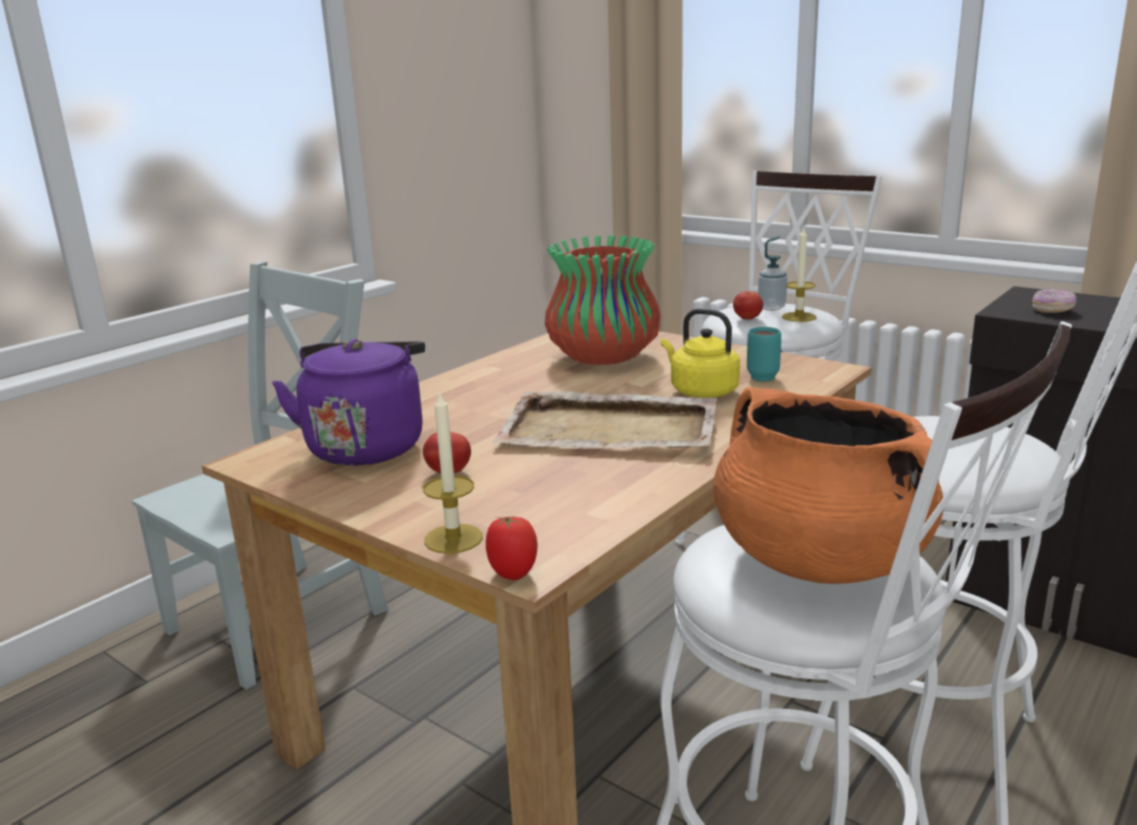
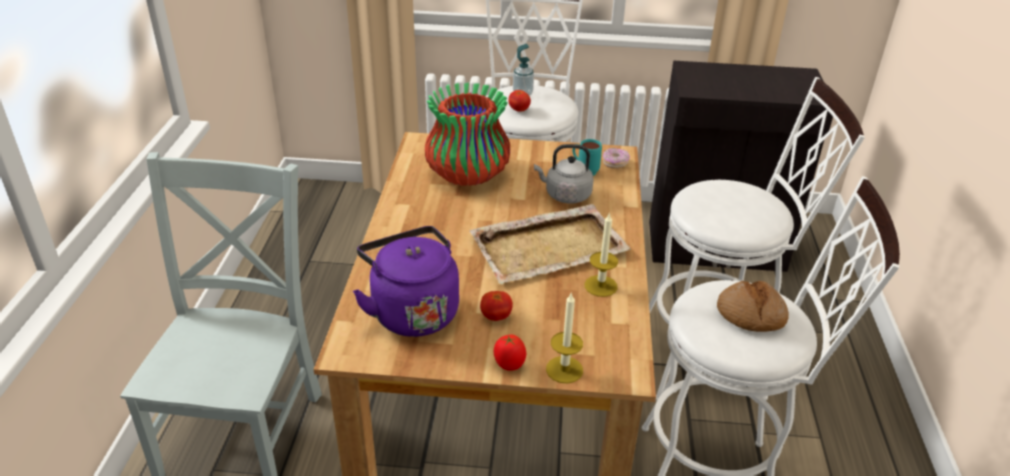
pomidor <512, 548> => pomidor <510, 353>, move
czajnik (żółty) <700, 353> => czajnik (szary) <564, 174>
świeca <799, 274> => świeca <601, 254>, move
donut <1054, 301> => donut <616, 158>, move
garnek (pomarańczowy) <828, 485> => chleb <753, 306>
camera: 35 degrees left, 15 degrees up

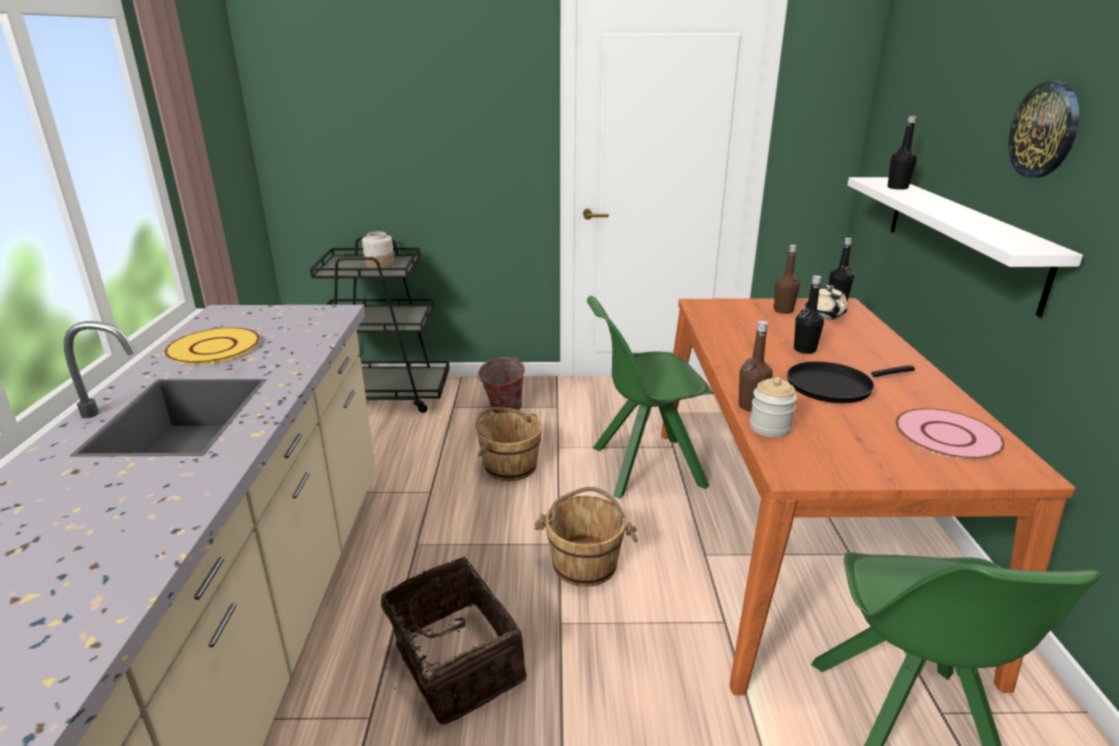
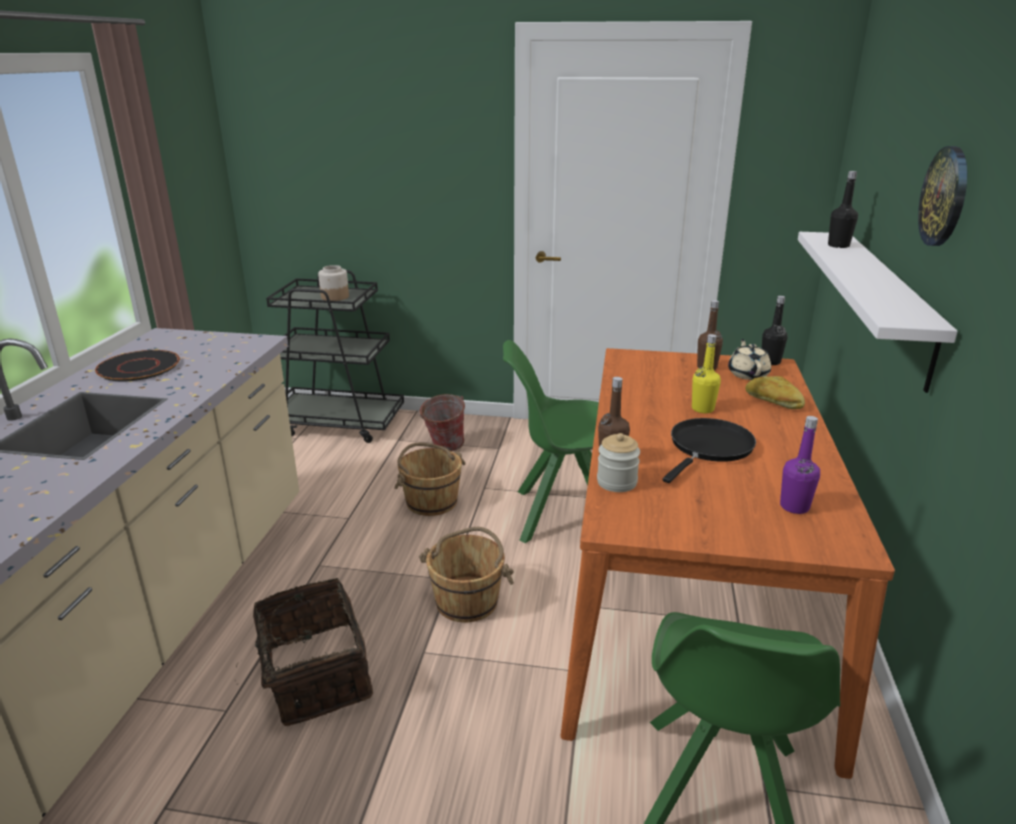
talerz (żółty) <212, 346> => talerz (czarny) <137, 365>
patelnia (czarny) <851, 382> => patelnia (czarny) <709, 450>, 135 degrees clockwise
butelka (czarny) <809, 314> => butelka (żółty) <706, 373>
nothing => chleb <775, 392>
talerz (różowy) <950, 434> => butelka (fioletowy) <800, 465>
camera: 10 degrees right, 0 degrees up

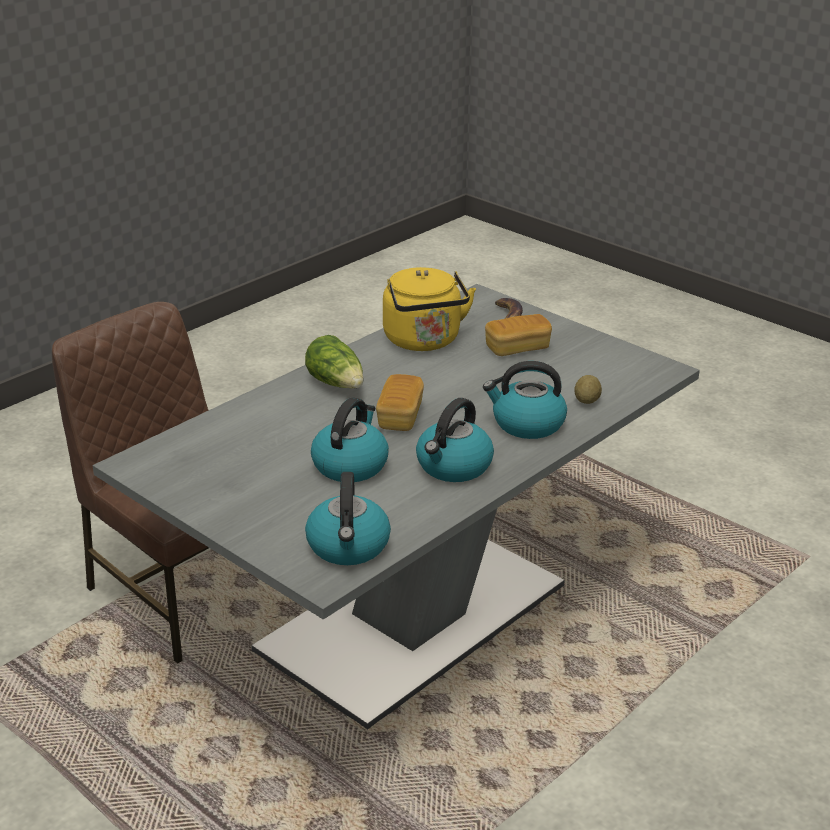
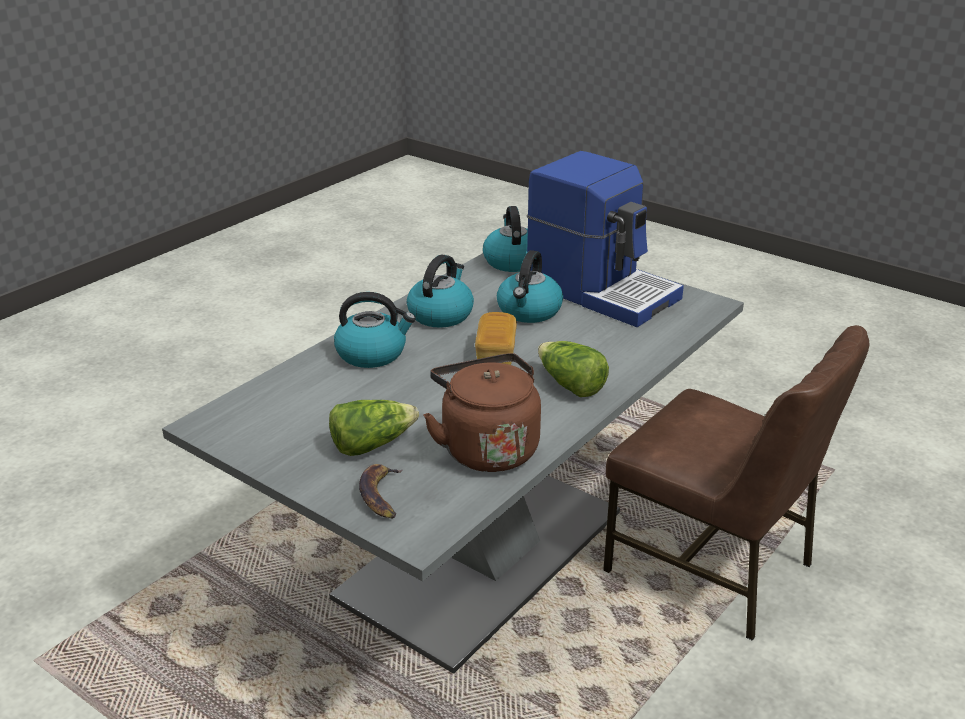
chleb <518, 335> => sałata <374, 428>
czajnik (żółty) <429, 309> => czajnik (brązowy) <482, 412>
nothing => ekspres do kawy <605, 239>
ziemniak <588, 389> => nothing
camera: 175 degrees right, 0 degrees up

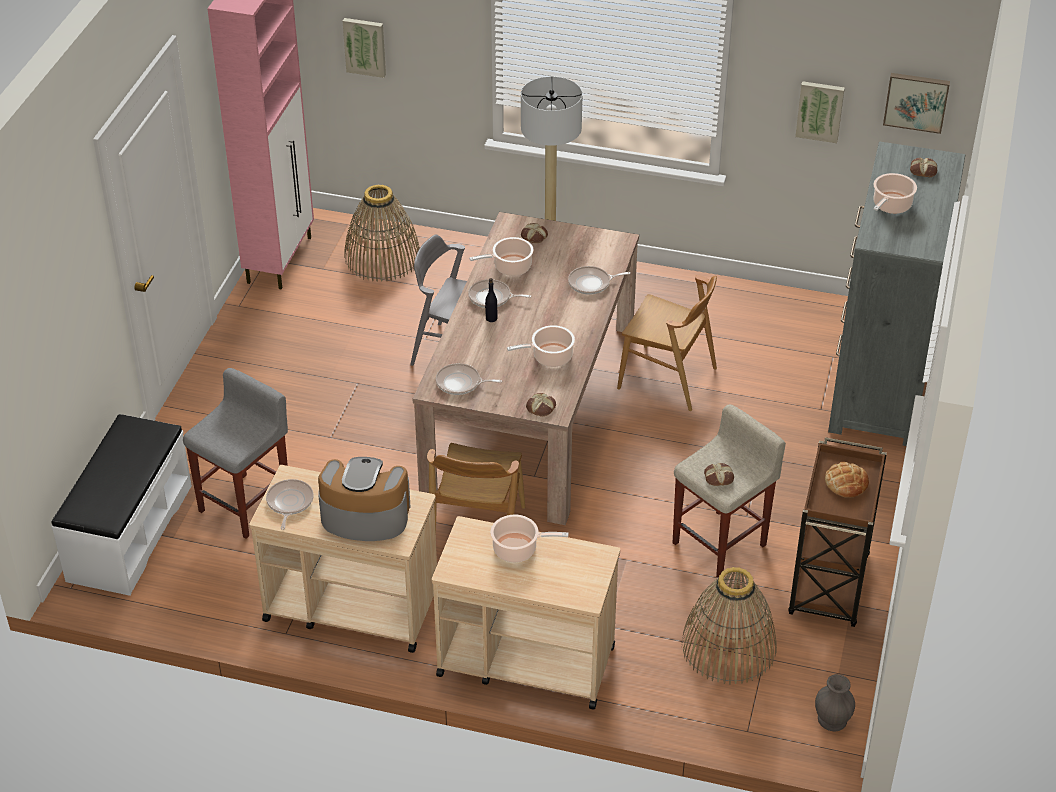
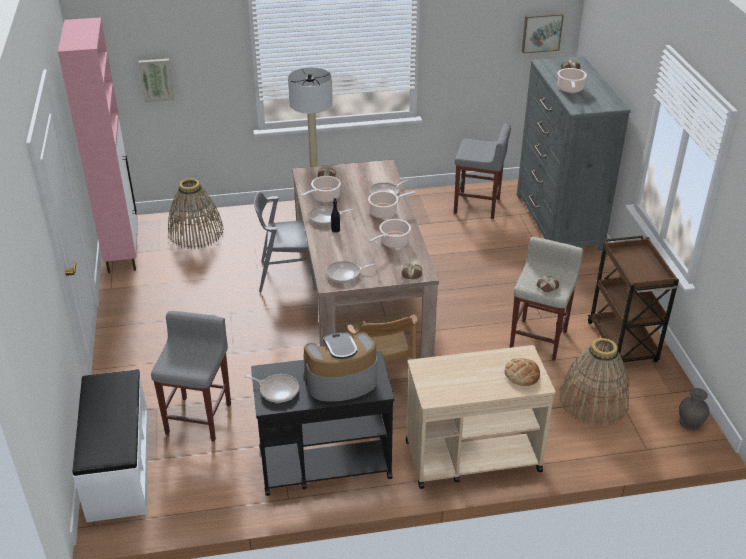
patelnia <290, 504> => patelnia <271, 388>, 135 degrees clockwise
wózek (beżowy) <343, 559> => wózek (czarny) <322, 423>
garnek <530, 538> => garnek <392, 205>, move
nothing => stołek (szary) <482, 171>
chleb <847, 480> => chleb <522, 372>, move
krzesło (brązowy) <667, 343> => nothing
obraz <820, 112> => nothing
camera: 25 degrees left, 5 degrees down

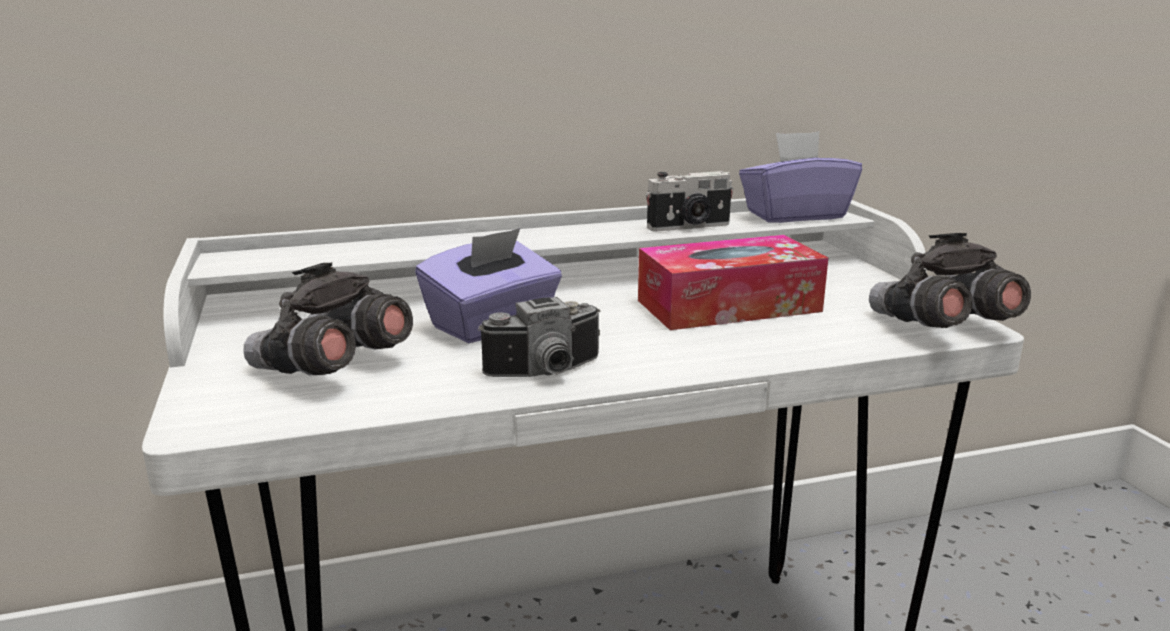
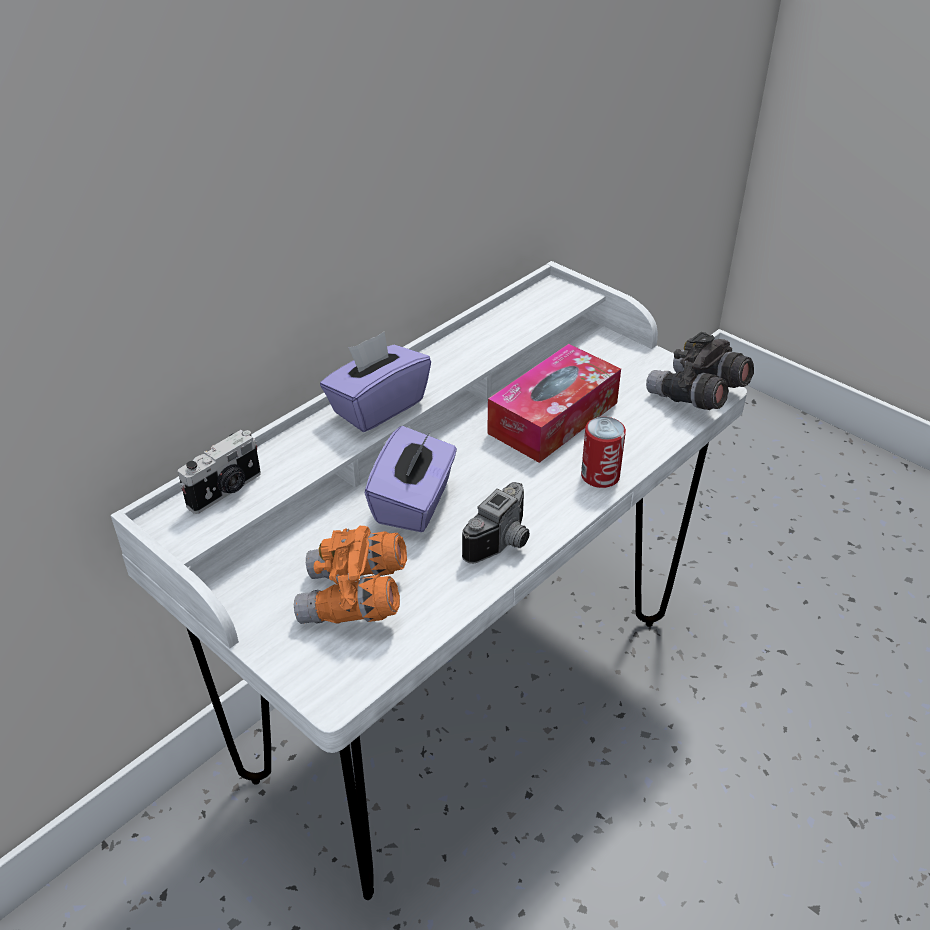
aparat fotograficzny <689, 201> => aparat fotograficzny <219, 472>, move
lornetka (szary) <328, 318> => lornetka (pomarańczowy) <350, 574>
pudełko chusteczek (fioletowy) <800, 177> => pudełko chusteczek (fioletowy) <375, 382>, move
nothing => puszka <603, 452>
camera: 30 degrees left, 20 degrees up

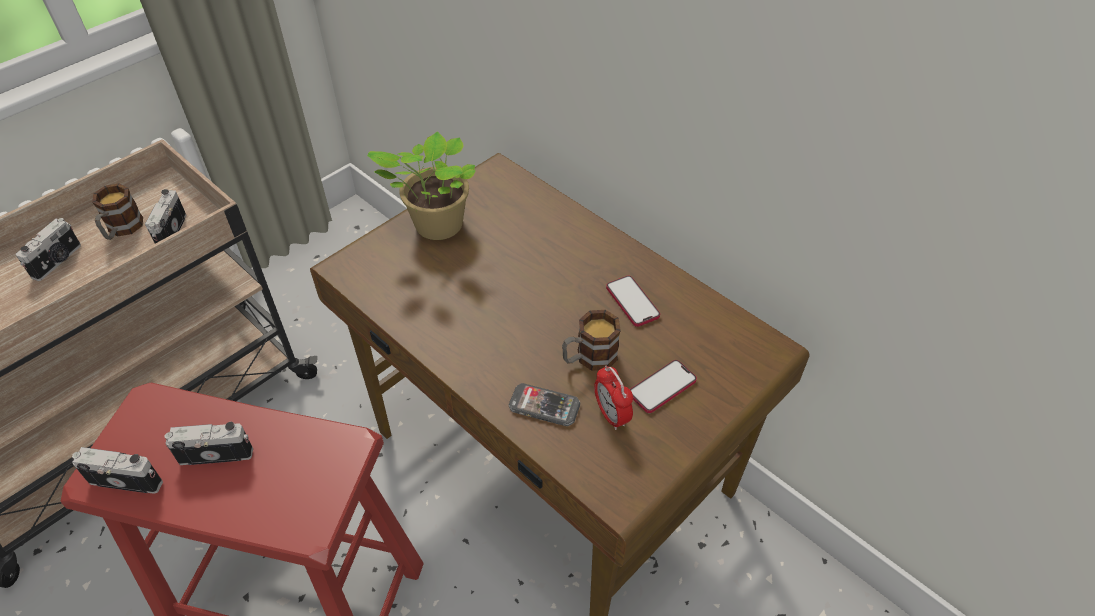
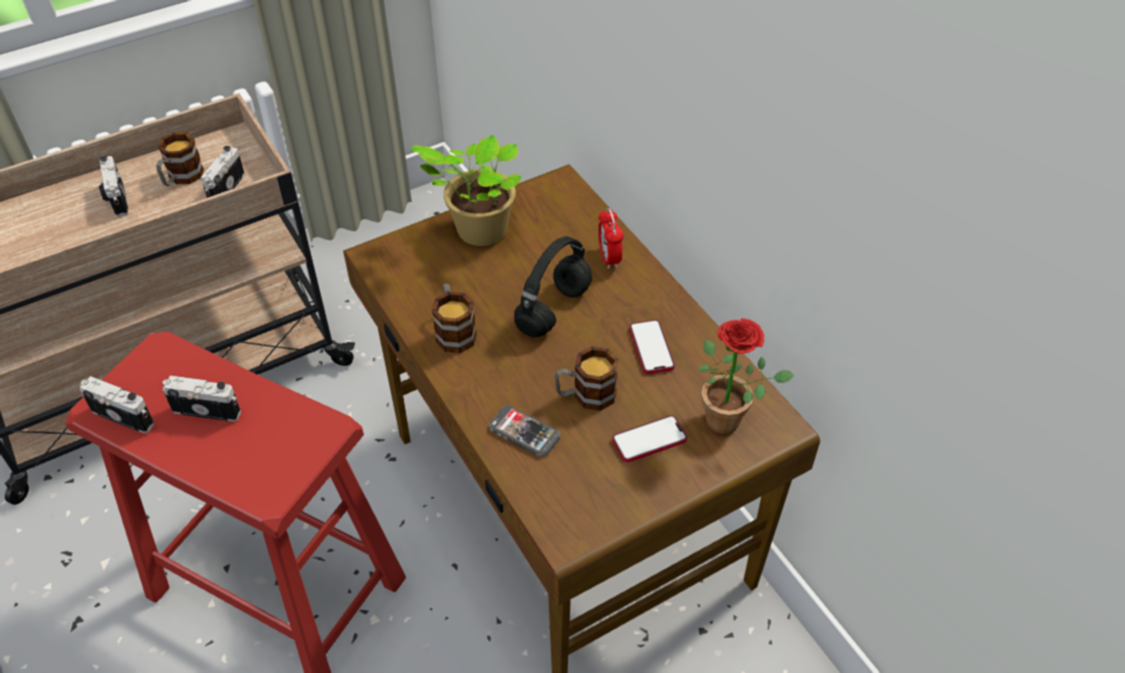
aparat fotograficzny <48, 249> => aparat fotograficzny <113, 186>, 120 degrees clockwise
nothing => kubek <454, 318>
nothing => słuchawki (czarny) <553, 286>
budzik <613, 397> => budzik <610, 238>, move
nothing => roślina doniczkowa <747, 376>
camera: 15 degrees right, 0 degrees up

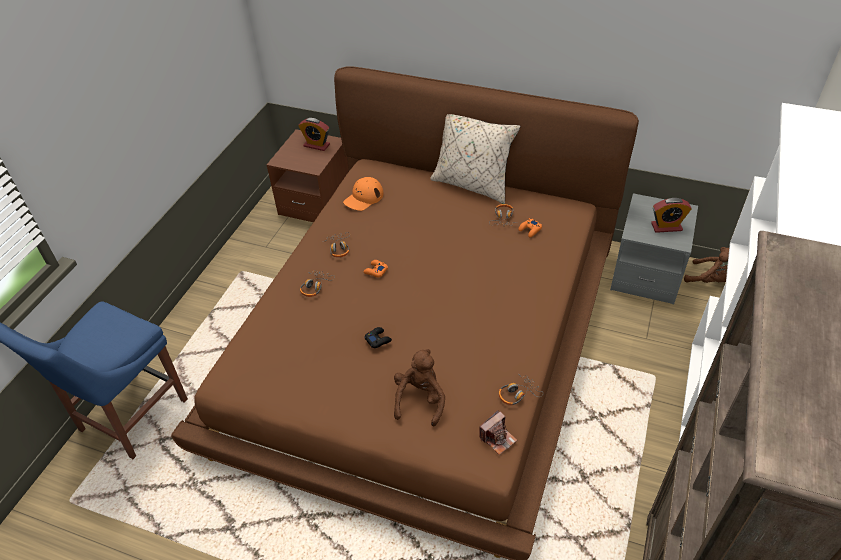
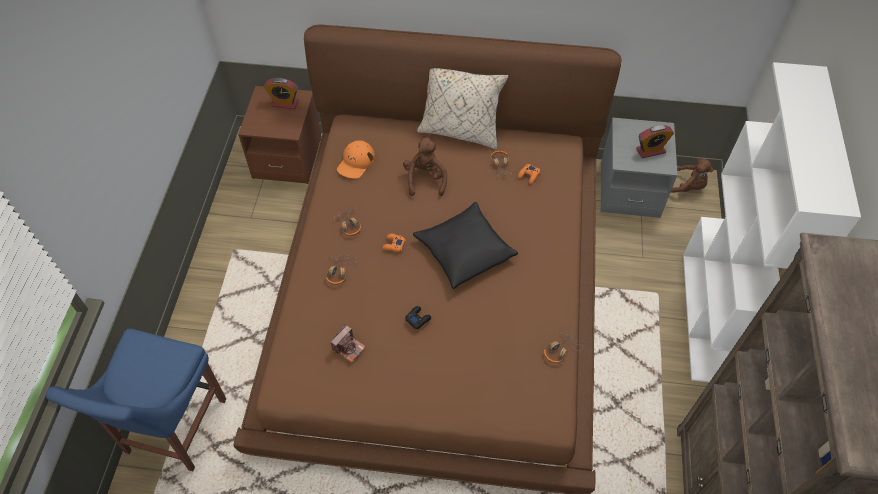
aparat fotograficzny <498, 432> => aparat fotograficzny <348, 343>, move
pluszak (brązowy) <419, 387> => pluszak (brązowy) <425, 166>, move
nothing => poduszka (czarny) <465, 245>
camera: 15 degrees left, 10 degrees up

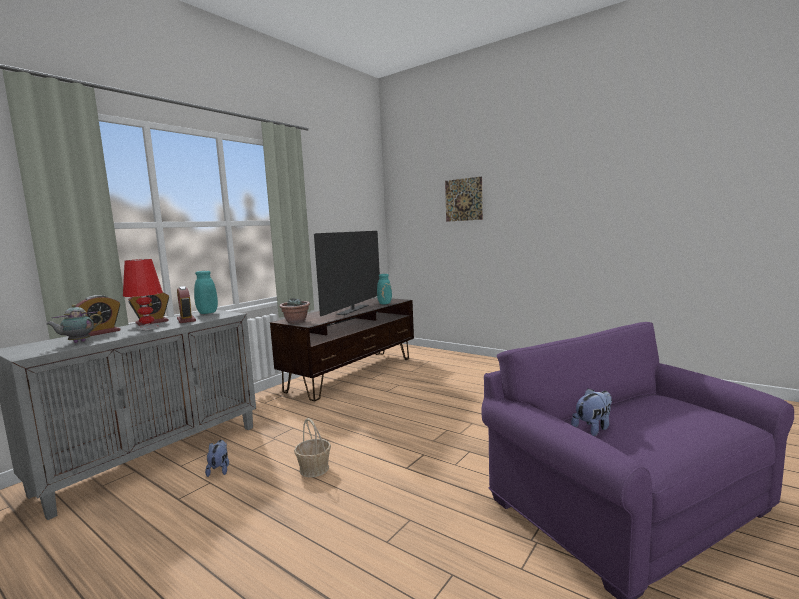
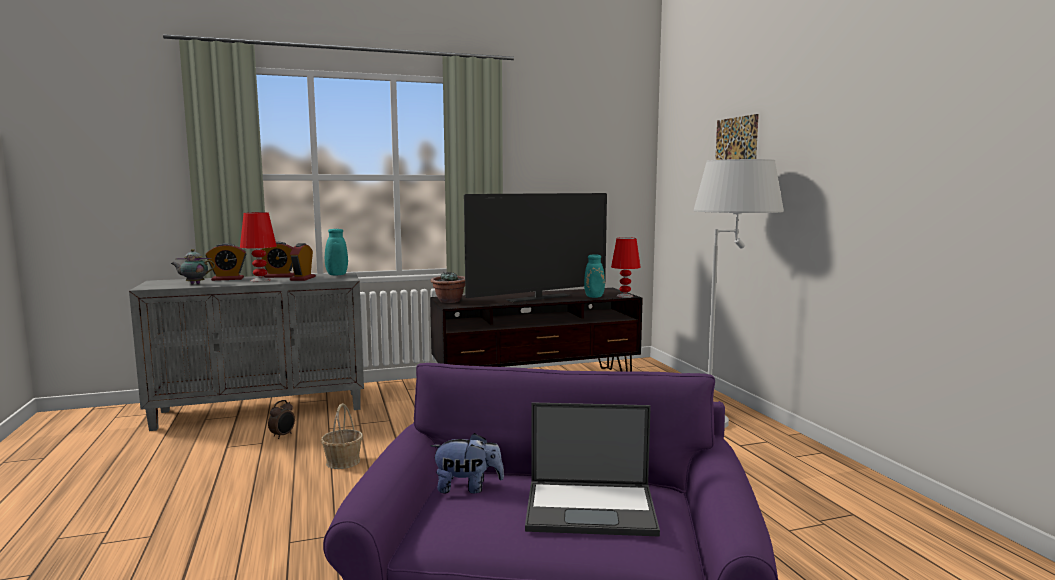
pluszak <217, 458> => budzik <281, 419>
nothing => laptop <592, 469>
nothing => lampa stołowa (czerwony) <626, 267>
nothing => lampa stojąca (biały) <739, 293>
camera: 35 degrees right, 0 degrees up

